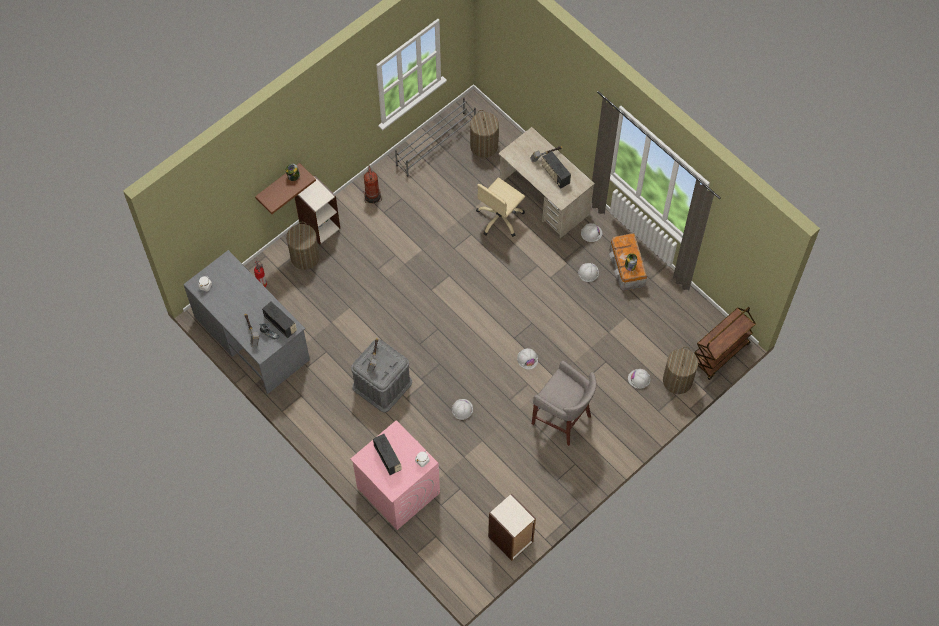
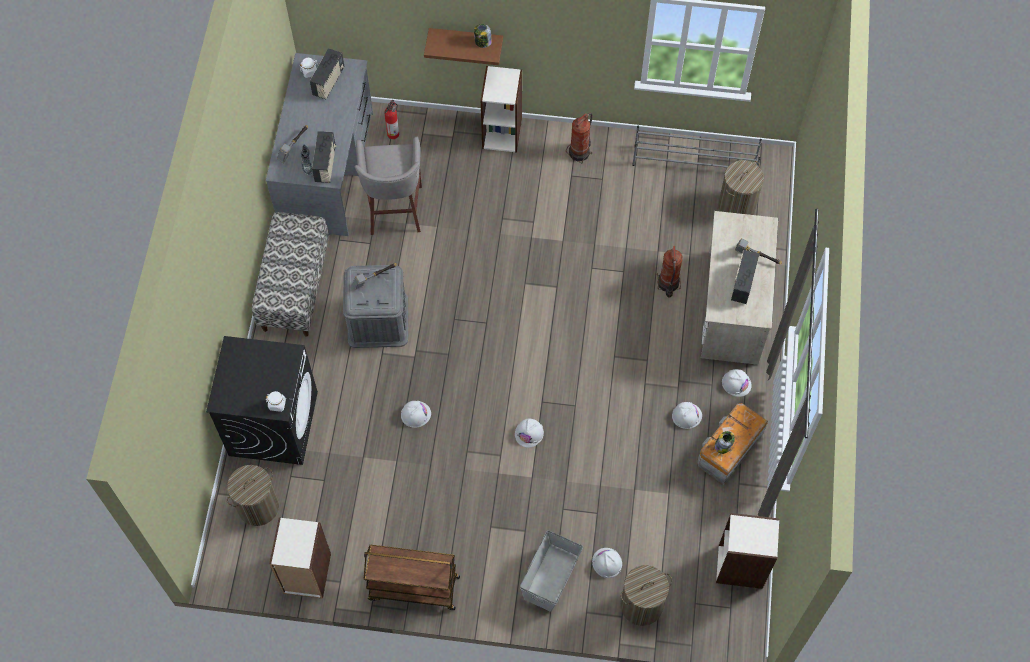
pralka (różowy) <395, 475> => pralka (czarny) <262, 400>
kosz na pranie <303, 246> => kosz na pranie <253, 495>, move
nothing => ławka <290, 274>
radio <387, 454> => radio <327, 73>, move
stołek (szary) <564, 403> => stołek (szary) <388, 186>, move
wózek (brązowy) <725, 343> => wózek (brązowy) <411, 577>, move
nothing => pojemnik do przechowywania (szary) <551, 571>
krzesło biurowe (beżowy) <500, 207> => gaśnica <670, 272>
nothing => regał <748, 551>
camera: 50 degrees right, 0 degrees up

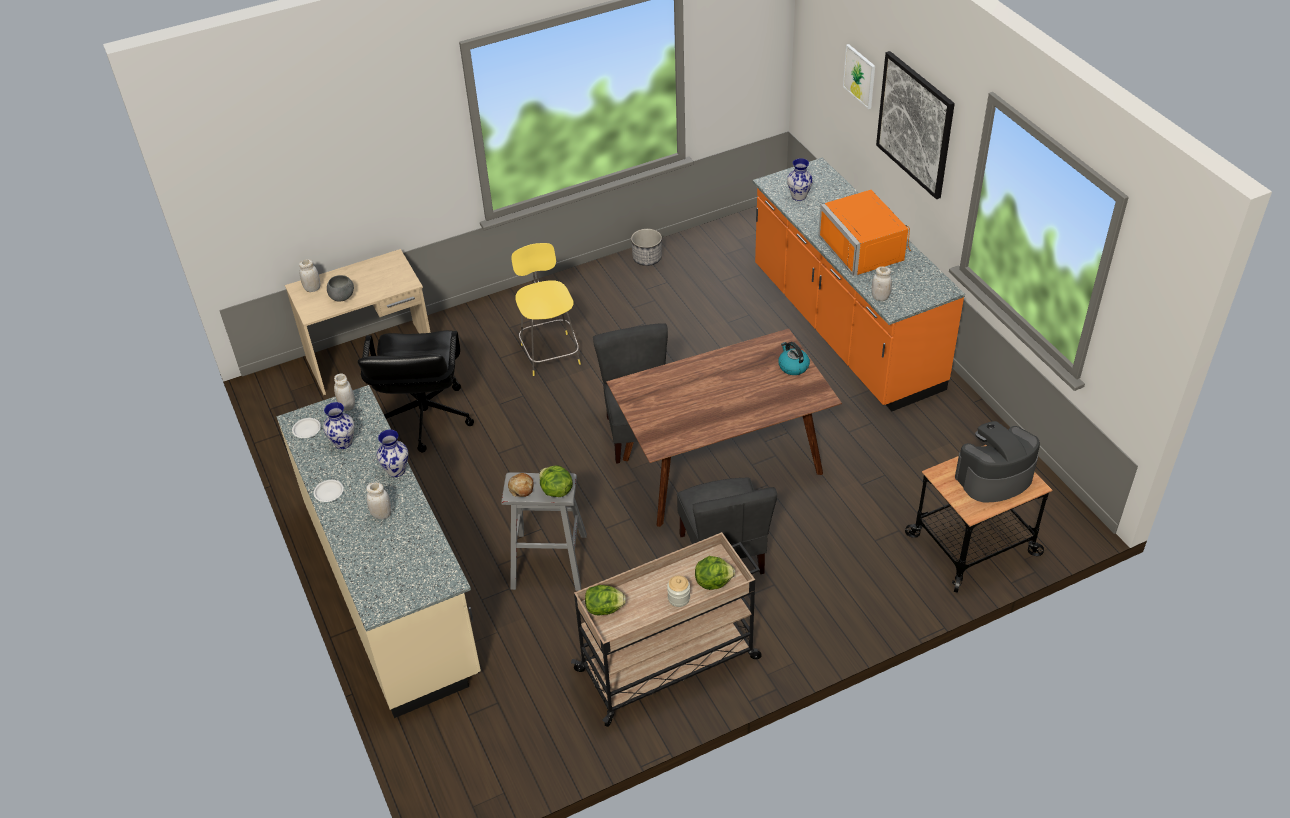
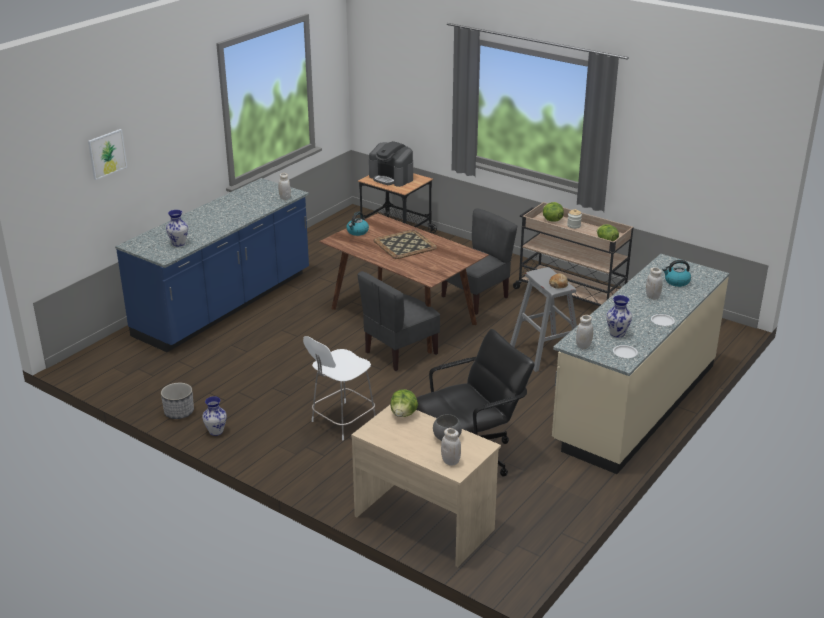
zabudowa kuchenna (pomarańczowy) <859, 284> => zabudowa kuchenna (niebieski) <212, 265>
wazon <392, 453> => wazon <214, 416>, move
stołek (żółty) <546, 309> => stołek (biały) <339, 388>
nothing => taca <405, 244>
sałata <556, 481> => sałata <404, 403>, move
nothing => czajnik <676, 273>
mikrofalówka (pomarańczowy) <864, 233> => nothing
obraz <915, 125> => nothing
camera: 120 degrees left, 15 degrees down

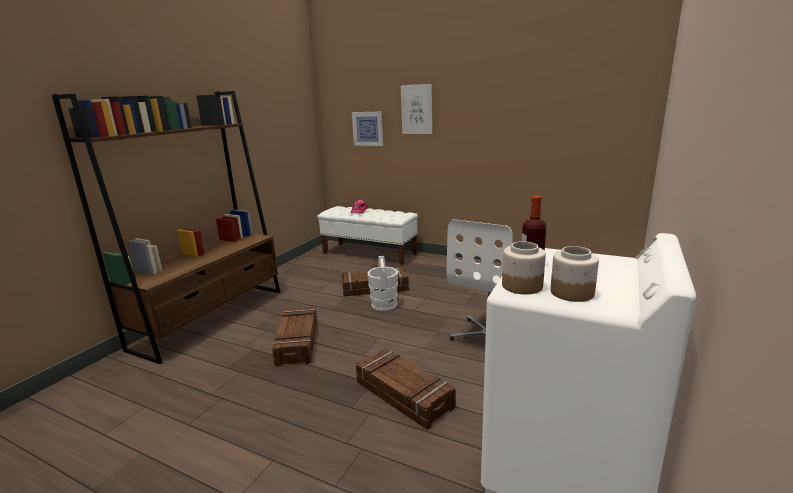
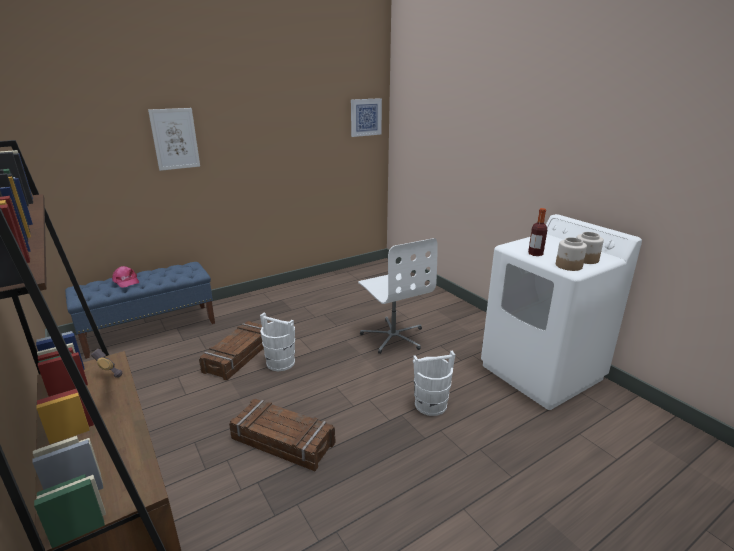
ławka (biały) <367, 235> => ławka (niebieski) <140, 310>
nothing => młotek <107, 363>
obraz <367, 129> => obraz <366, 117>, move
skrzynka <406, 389> => wiadro (biały) <434, 383>
camera: 60 degrees left, 5 degrees up

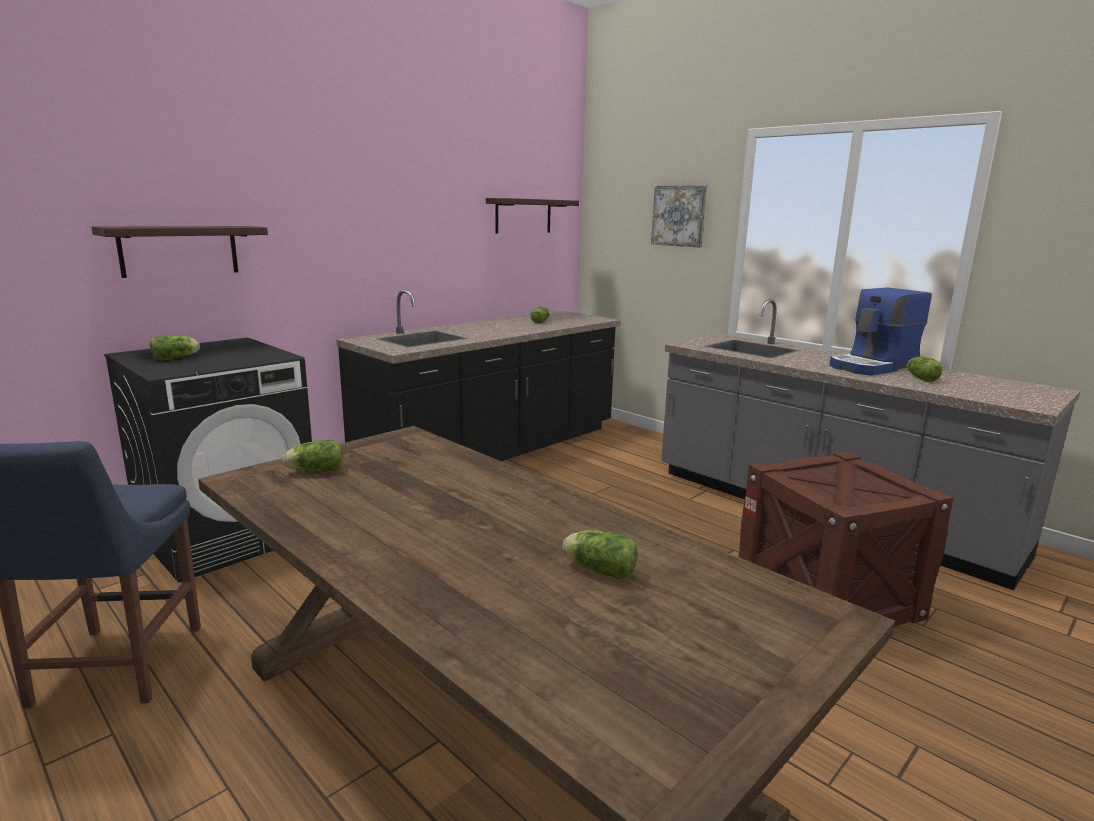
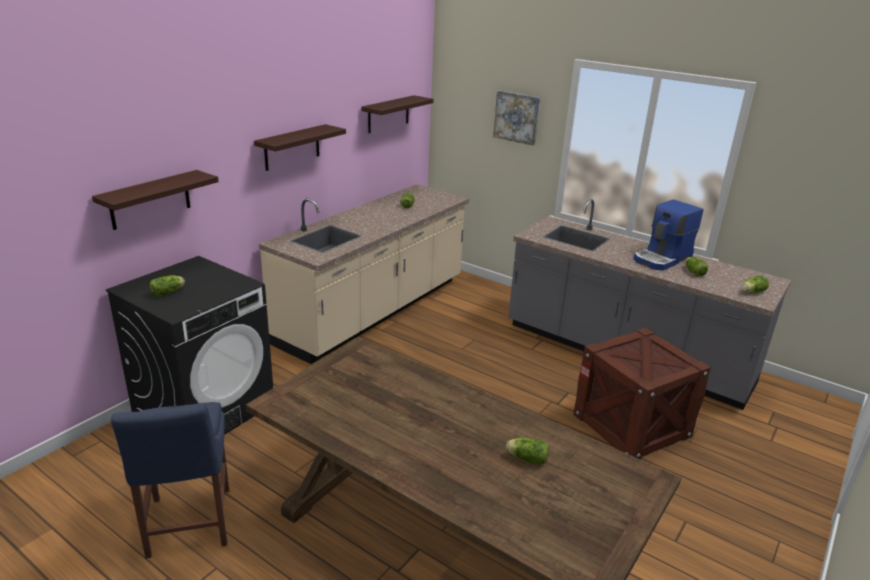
nothing => półka <300, 147>
zabudowa kuchenna (czarny) <478, 375> => zabudowa kuchenna (beżowy) <364, 274>
sałata <313, 456> => sałata <755, 284>, move
camera: 10 degrees left, 10 degrees up

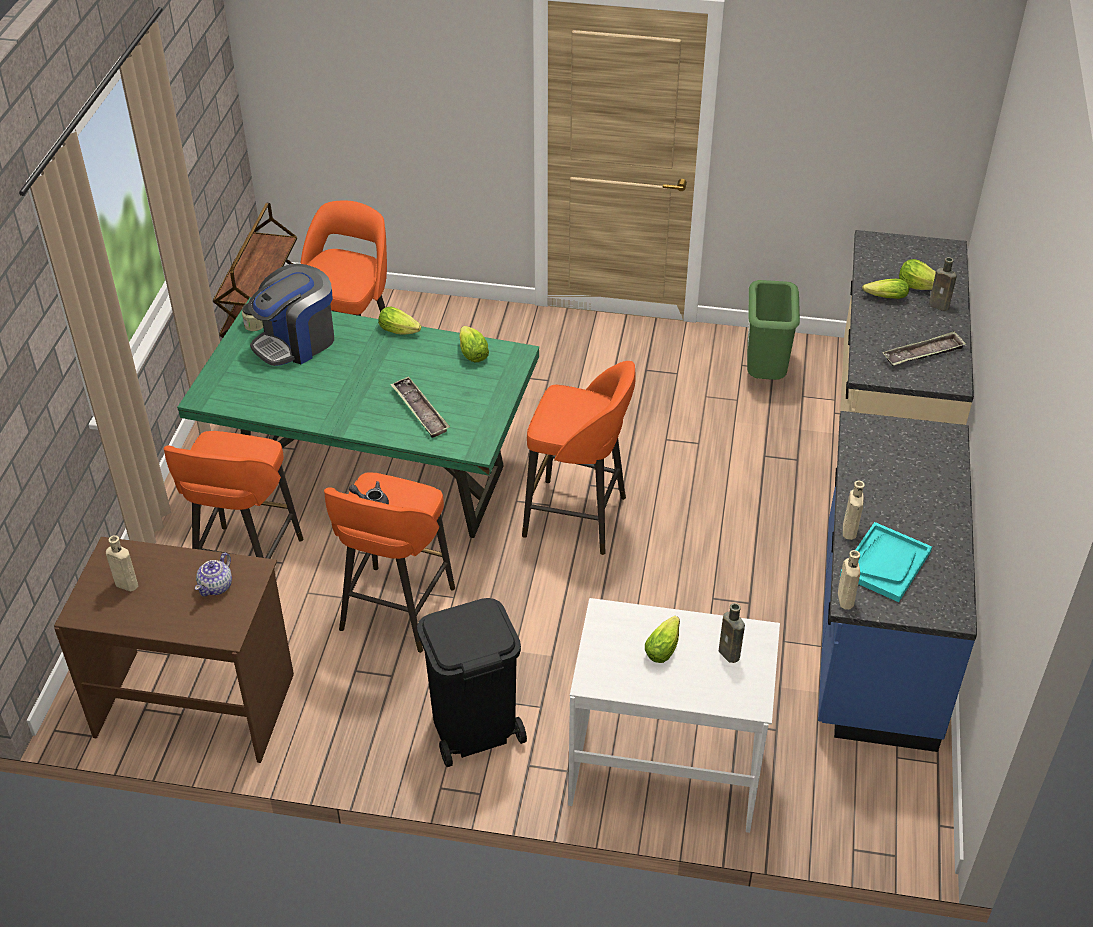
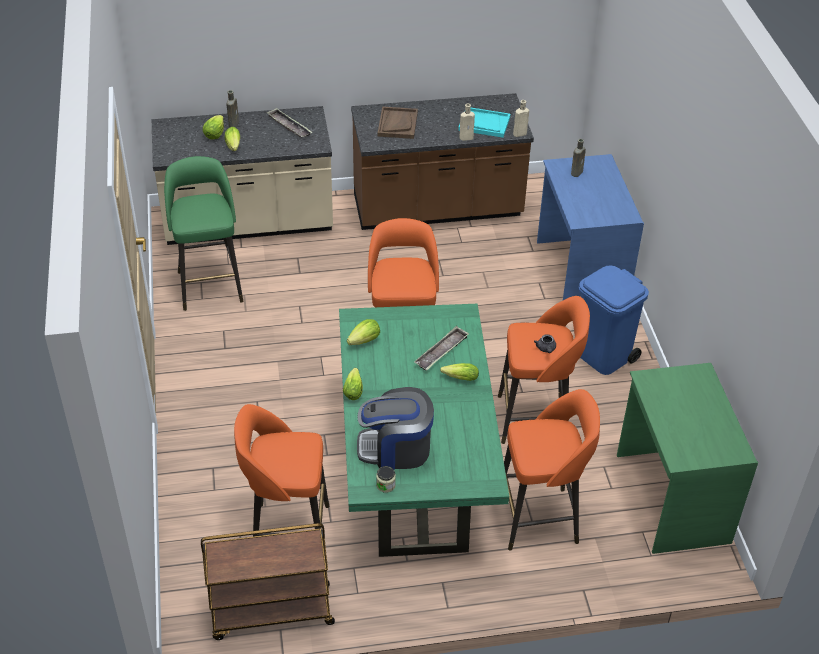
kosz na śmieci (zielony) <773, 330> => stołek (zielony) <203, 233>
zabudowa kuchenna (niebieski) <897, 581> => zabudowa kuchenna (brązowy) <442, 161>
ekspres do kawy <291, 314> => ekspres do kawy <395, 428>, 150 degrees clockwise
nothing => taca (brązowy) <398, 122>
sałata <662, 639> => sałata <459, 372>, move
biurko (biały) <674, 715> => biurko (niebieski) <590, 227>
kosz na śmieci (czarny) <472, 682> => kosz na śmieci (niebieski) <613, 320>
biurko (brązowy) <174, 650> => biurko (zielony) <687, 458>
butelka (beżowy) <122, 563> => nothing
imbryk <213, 574> => nothing
camera: 110 degrees left, 0 degrees up

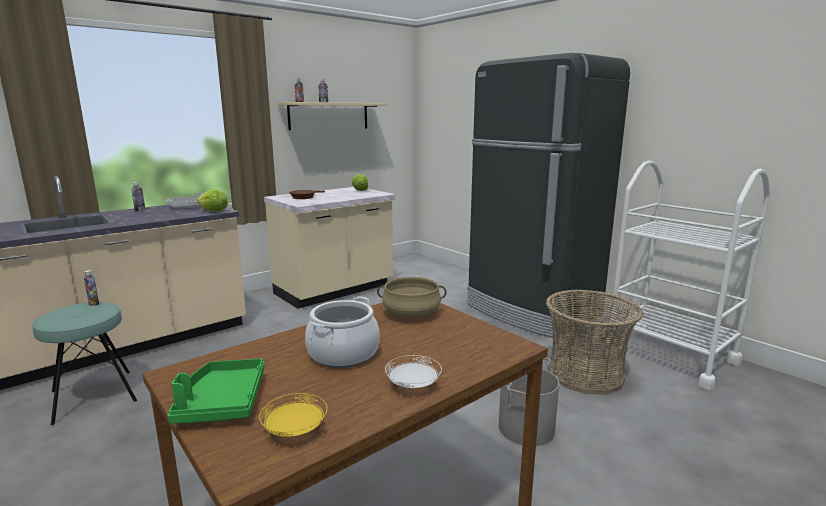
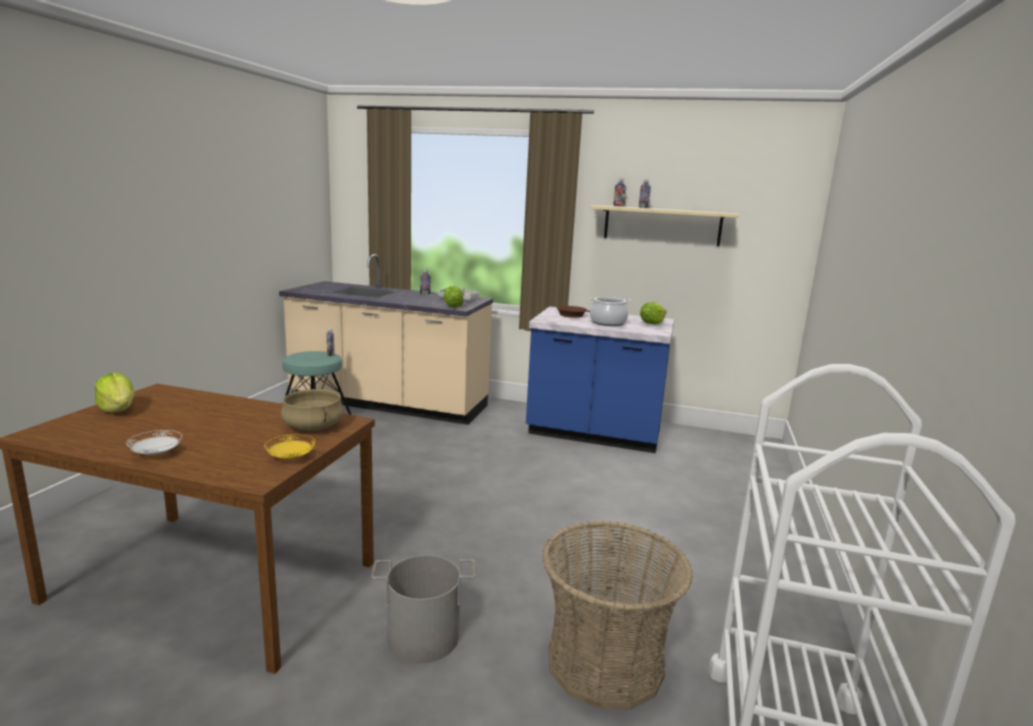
taca (zielony) <216, 391> => sałata <115, 393>
talerz (żółty) <293, 415> => talerz (żółty) <289, 446>, move
zabudowa kuchenna (beżowy) <329, 248> => zabudowa kuchenna (niebieski) <600, 379>
garnek <342, 332> => garnek <610, 311>, move
lodówka (czarny) <548, 195> => nothing
camera: 55 degrees right, 0 degrees up

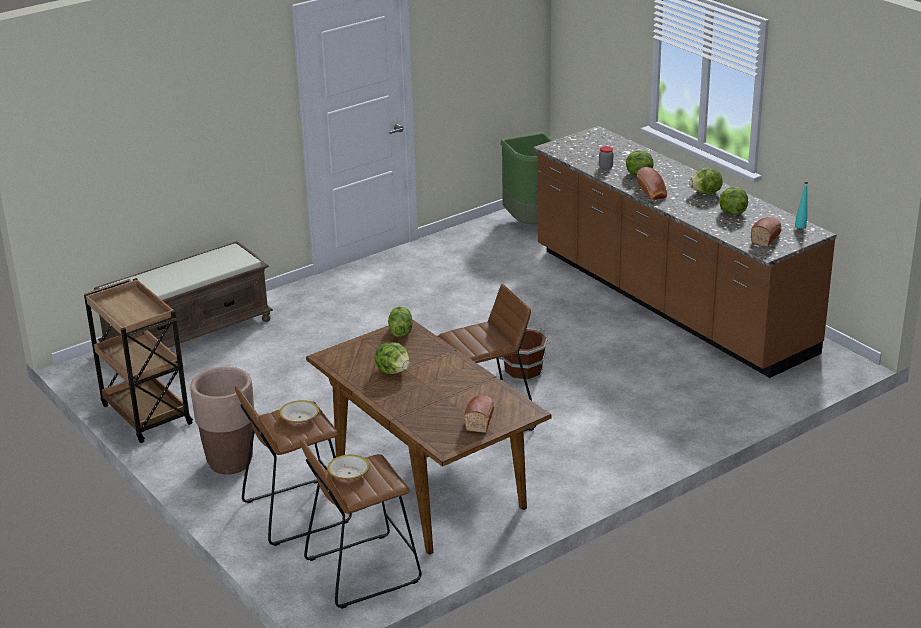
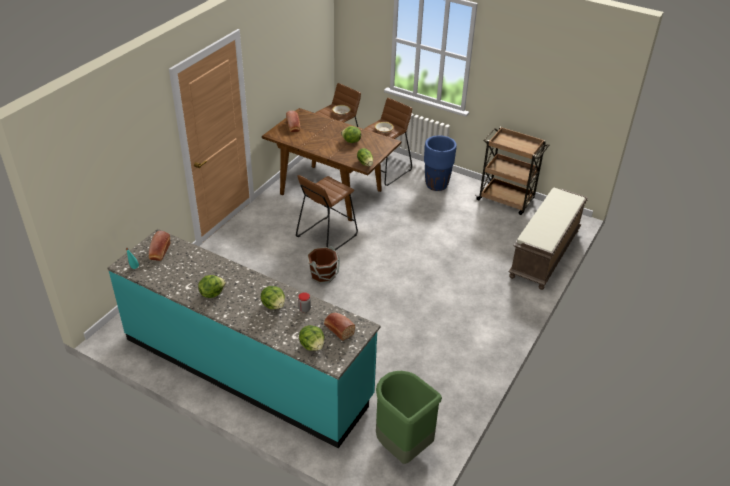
zabudowa kuchenna (brązowy) <685, 252> => zabudowa kuchenna (turkusowy) <244, 338>
sałata <733, 200> => sałata <311, 338>, move
chleb <652, 183> => chleb <339, 327>, move
donica (brązowy) <222, 420> => donica (niebieski) <440, 163>
camera: 155 degrees right, 10 degrees up

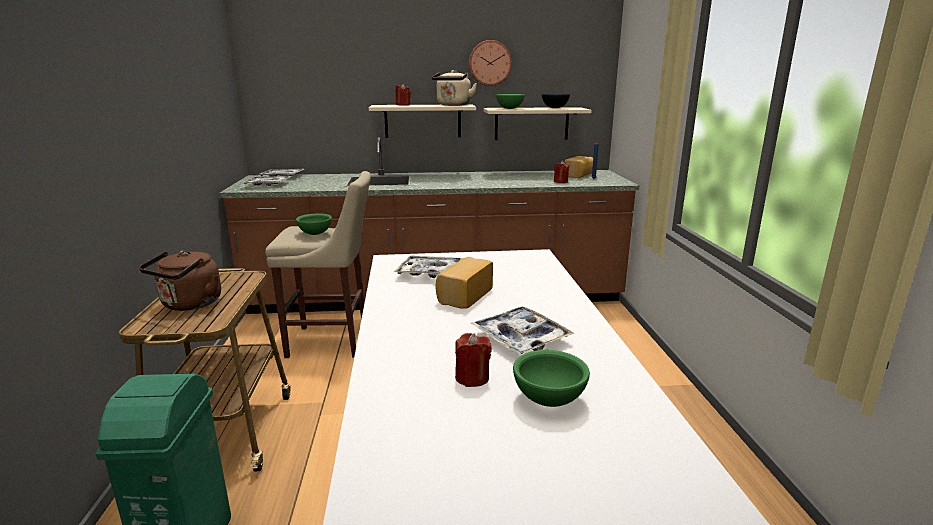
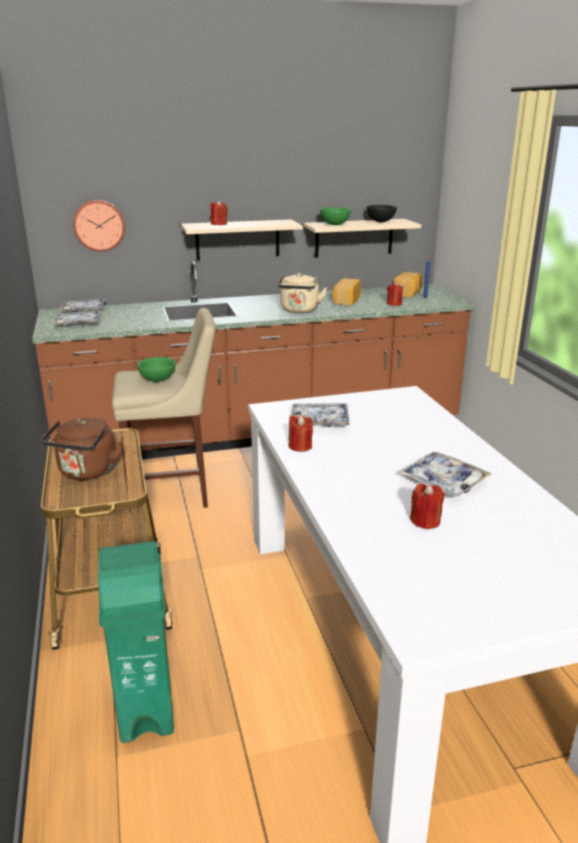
zegar ścienny <490, 63> => zegar ścienny <99, 226>, move
czajnik (beżowy) <454, 88> => czajnik (beżowy) <302, 293>, move
nothing => świeca (czerwony) <300, 433>
chleb <464, 283> => chleb <346, 291>, move
miska (zielony) <551, 378> => nothing
camera: 10 degrees left, 5 degrees up

